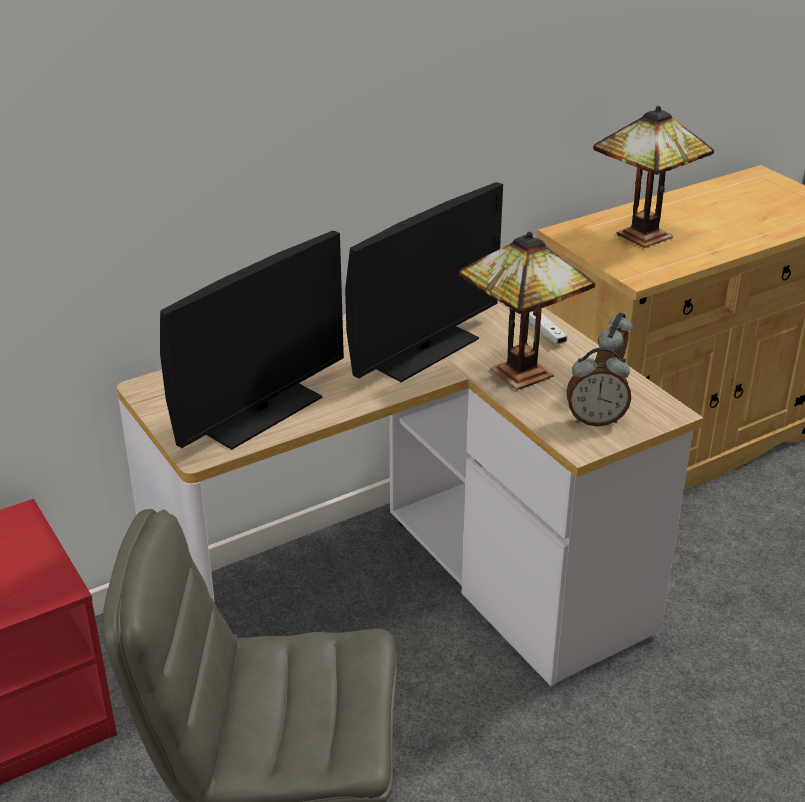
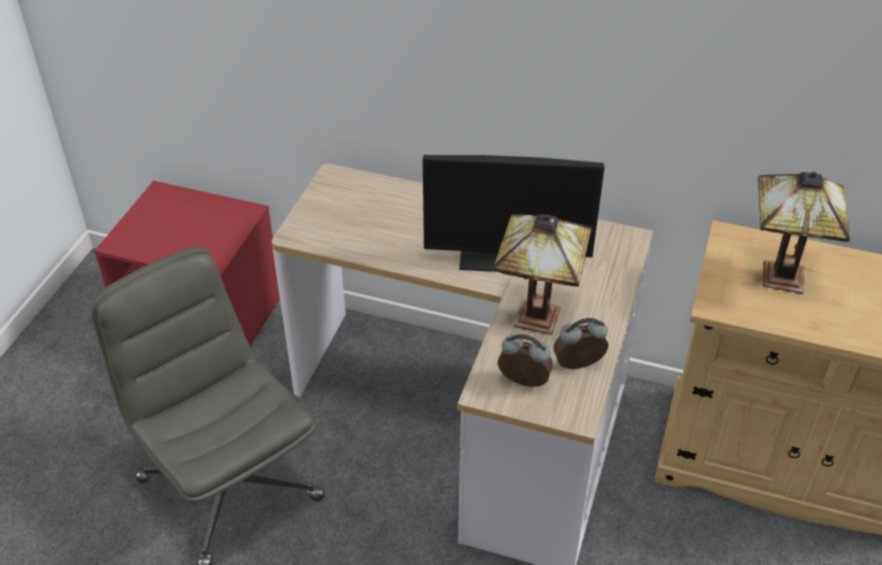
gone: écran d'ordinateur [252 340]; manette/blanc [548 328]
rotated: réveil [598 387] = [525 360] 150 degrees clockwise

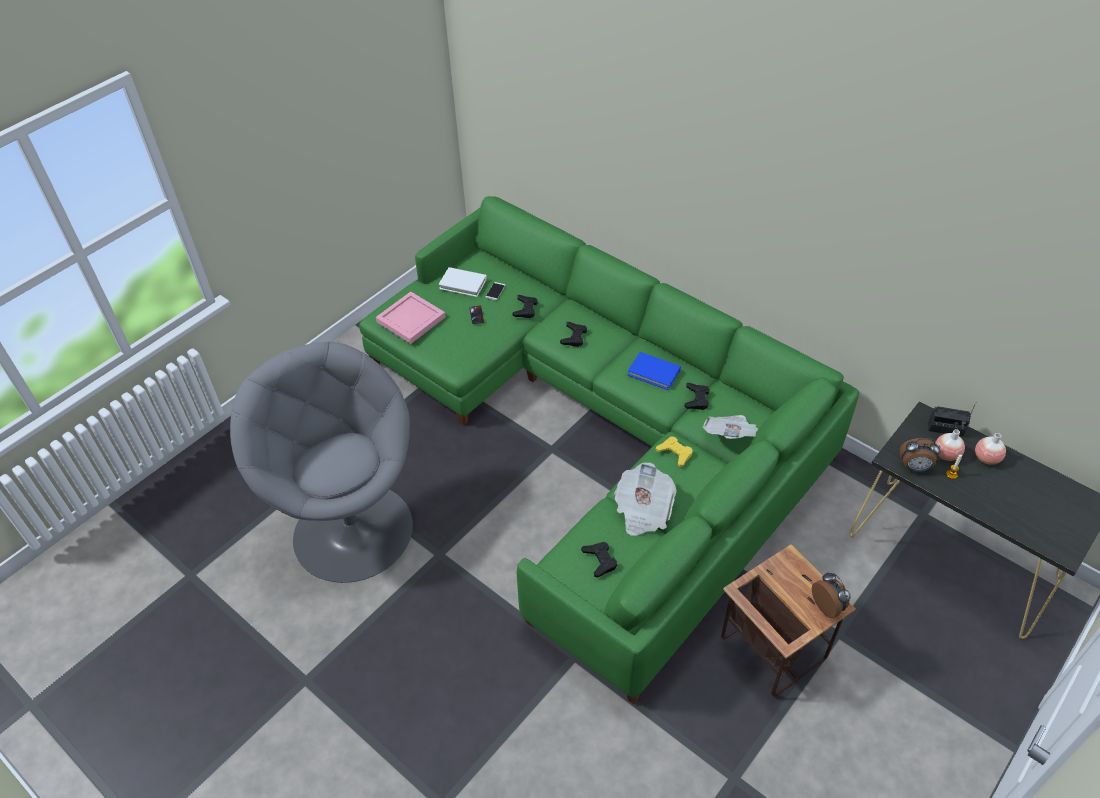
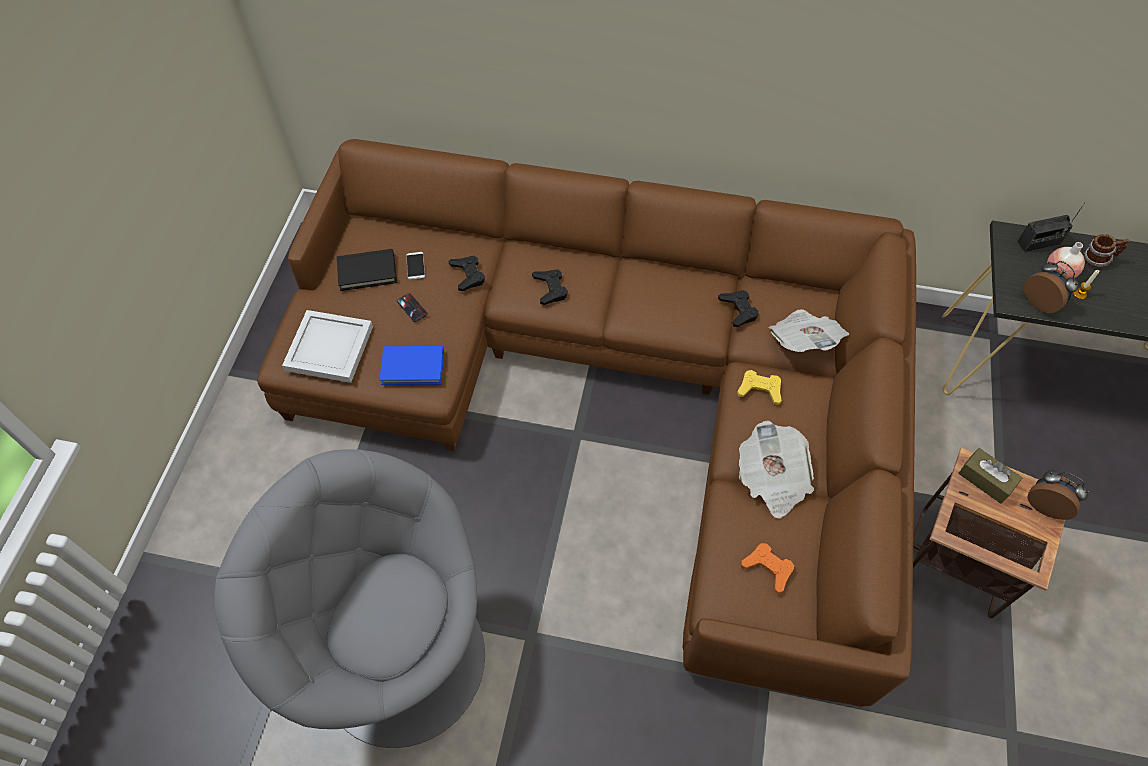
new: boîte à mouchoirs/marron [990 476]
shifted: livre/bleu [654 371] to [411 365]
swapped: vase [990 449] to mug [1106 251]
repainted: canapé/vert [609 450] to canapé/marron [586 423]; plateau/rose [411 318] to plateau/blanc [327 346]; livre/blanc [463 282] to livre/noir [367 270]; manette/noir [599 559] to manette/orange [767 568]
rotated: réveil [920 455] = [1051 287] 105 degrees counterclockwise

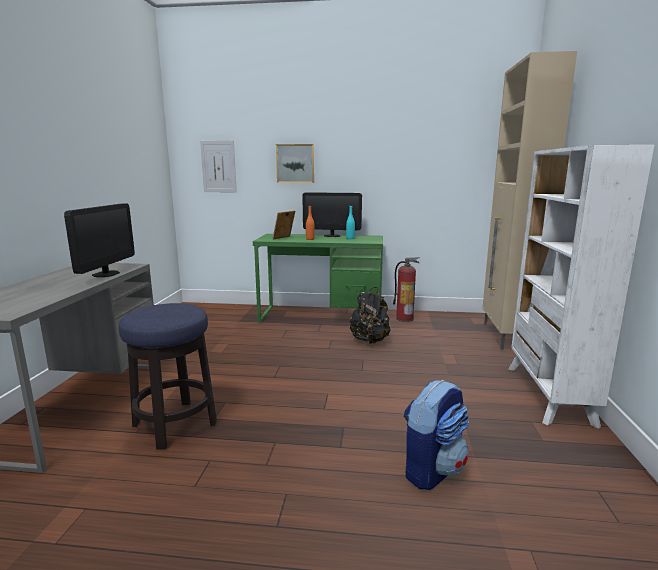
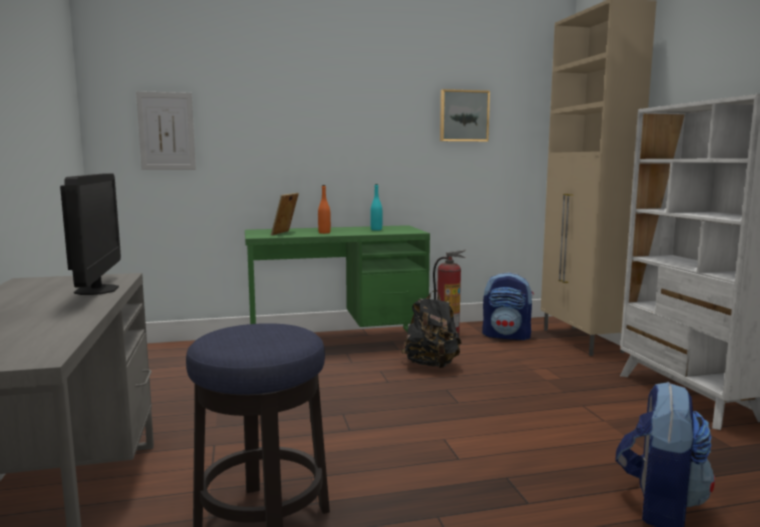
gone: écran d'ordinateur [332 214]
new: sac à dos [508 306]
shifted: tableau [295 163] to [465 115]

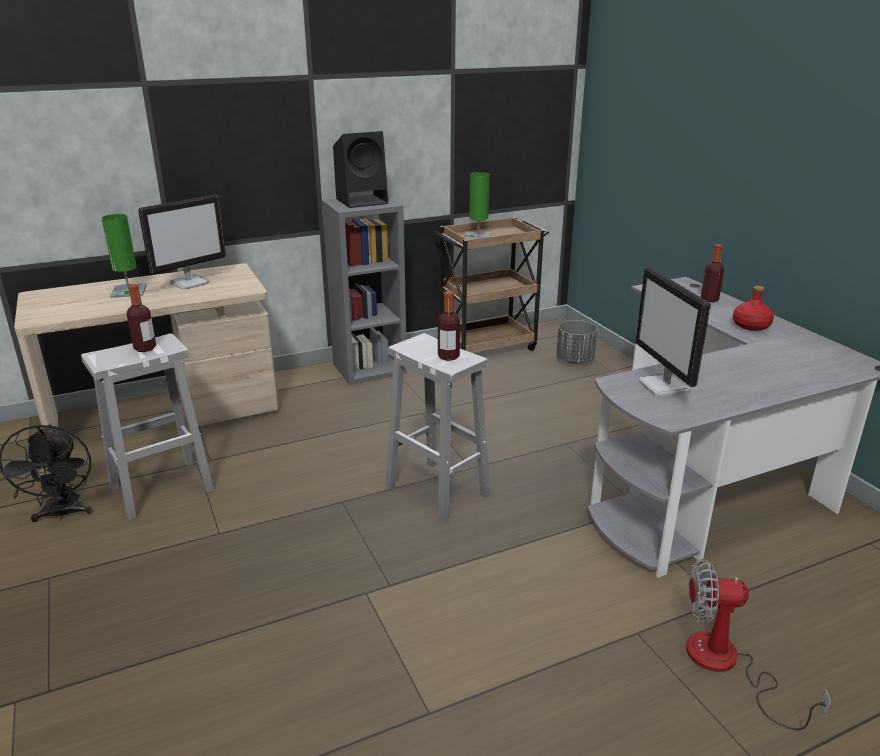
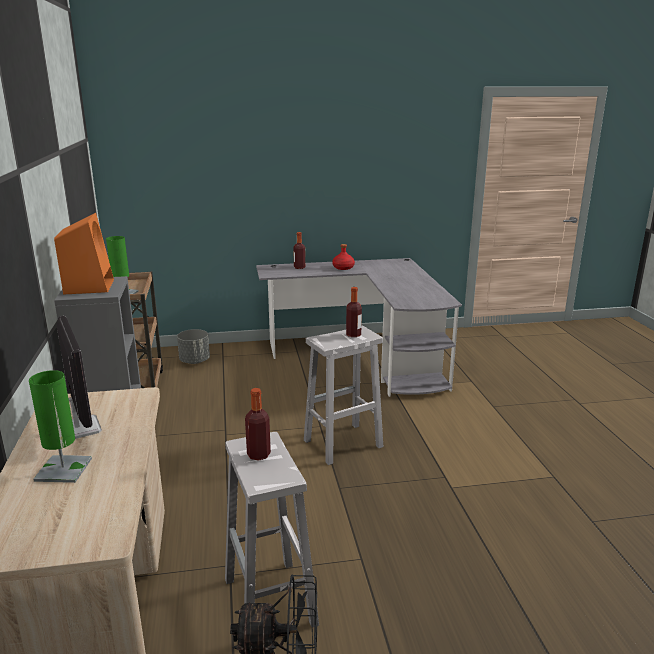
gone: écran d'ordinateur [673 332]; ventilateur [758 644]
repainted: enceinte/noir [360 169] to enceinte/orange [84 254]

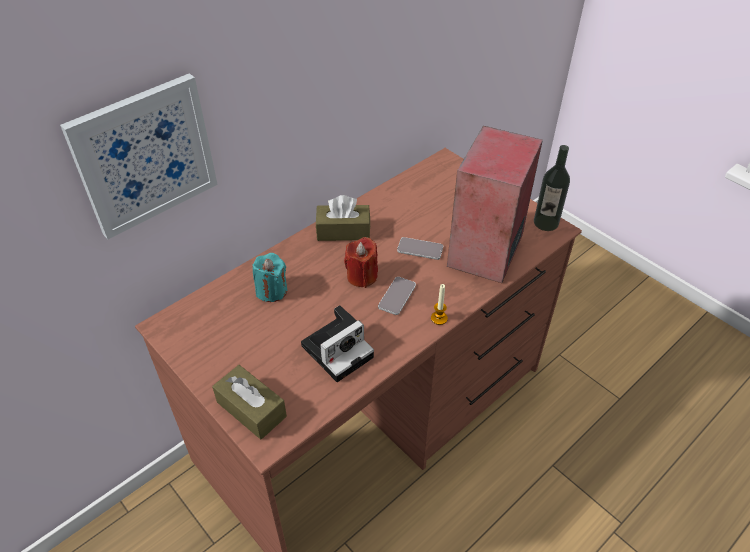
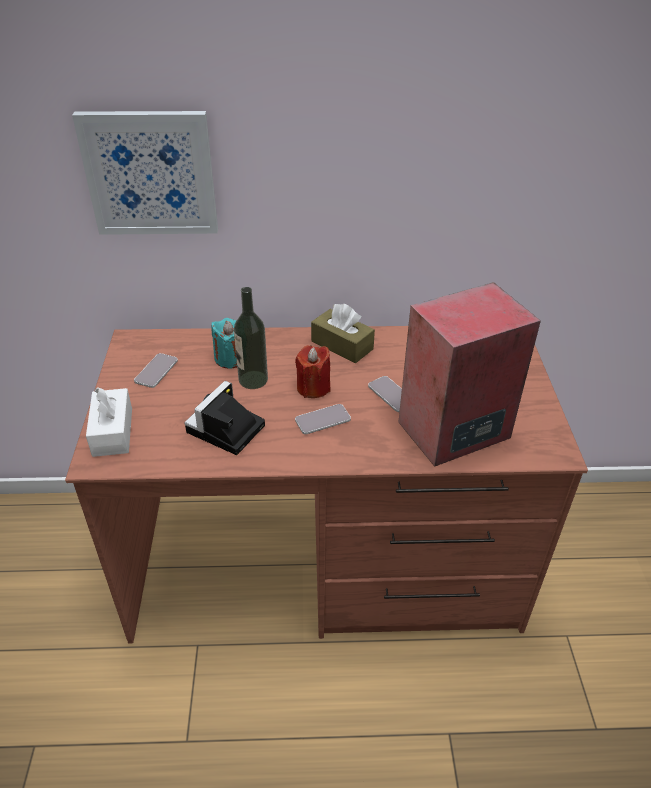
gone: bougie [439 304]
new: téléphone [156 370]
shifted: bouteille [552 188] to [251 338]
repainted: boîte à mouchoirs/marron [249 402] to boîte à mouchoirs/blanc [109 422]
rotated: appareil photo [337 343] = [225 418] 120 degrees clockwise

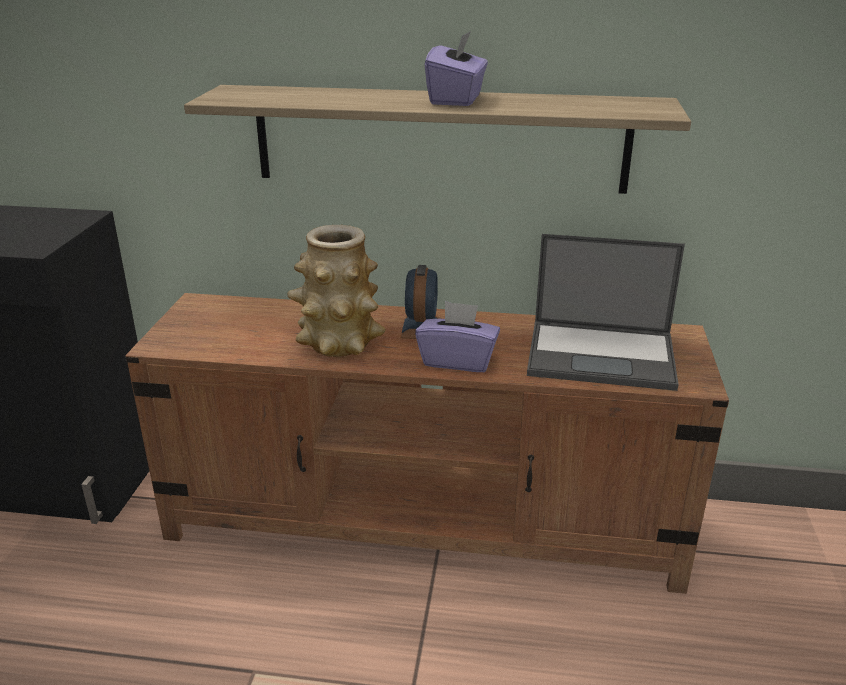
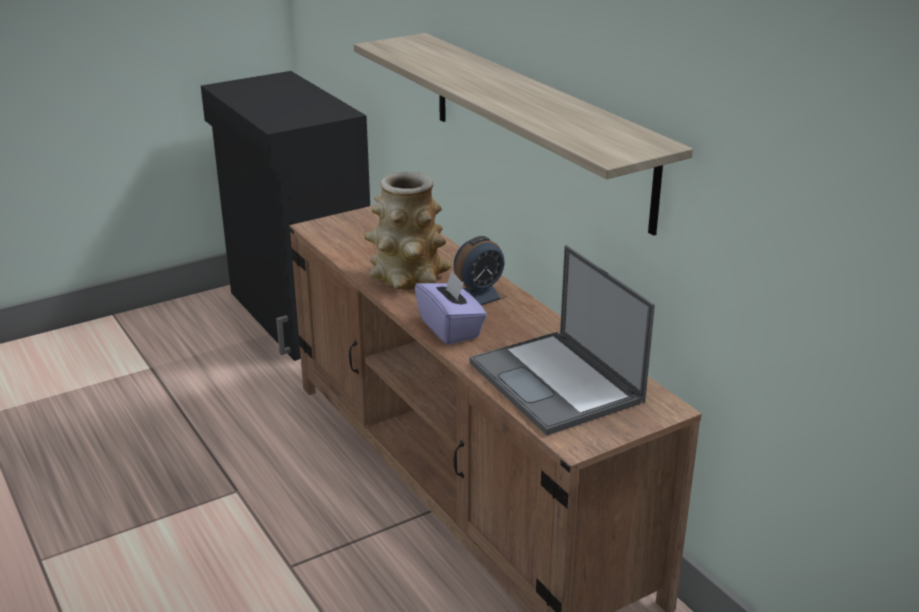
gone: boîte à mouchoirs/violet [456 68]

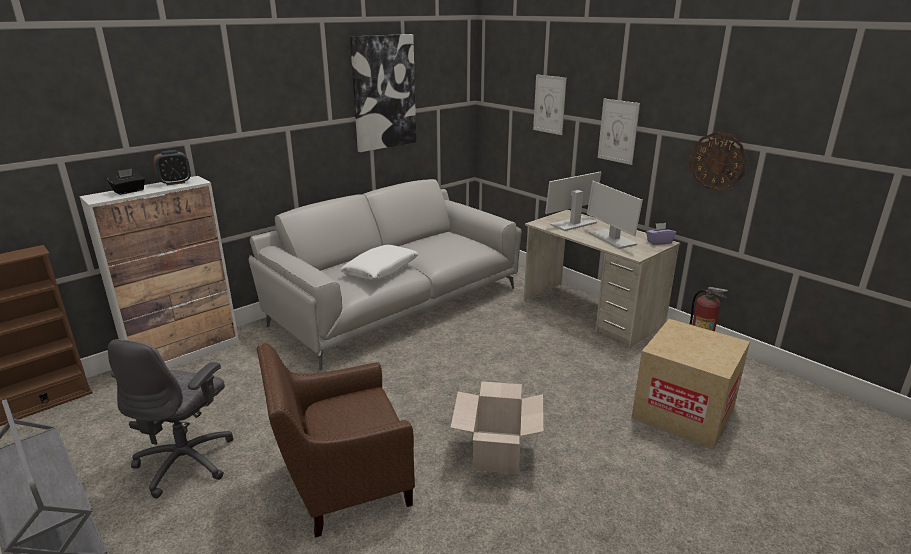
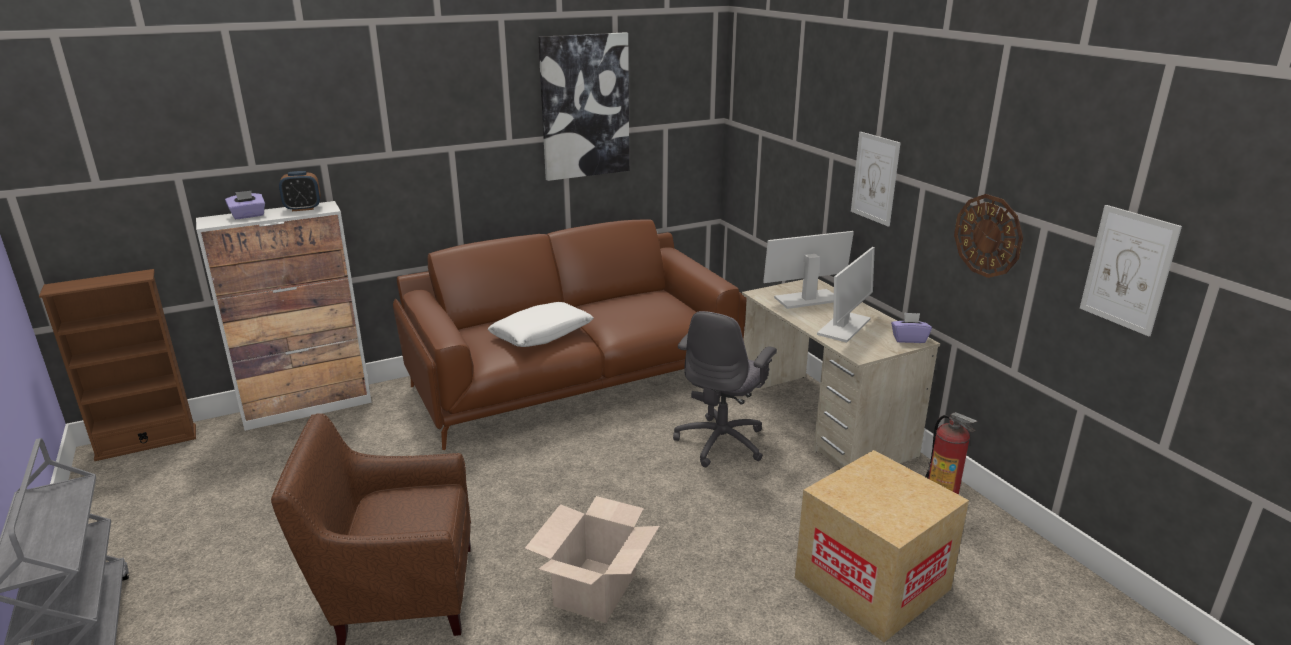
shifted: chaise de bureau/gris [171 419] to [725 389]; tableau [550 105] to [1131 270]
repainted: boîte à mouchoirs/noir [126 182] to boîte à mouchoirs/violet [245 205]; canapé/gris [385 274] to canapé/marron [570 334]
rotated: écran d'ordinateur [615 215] = [846 295] 135 degrees counterclockwise

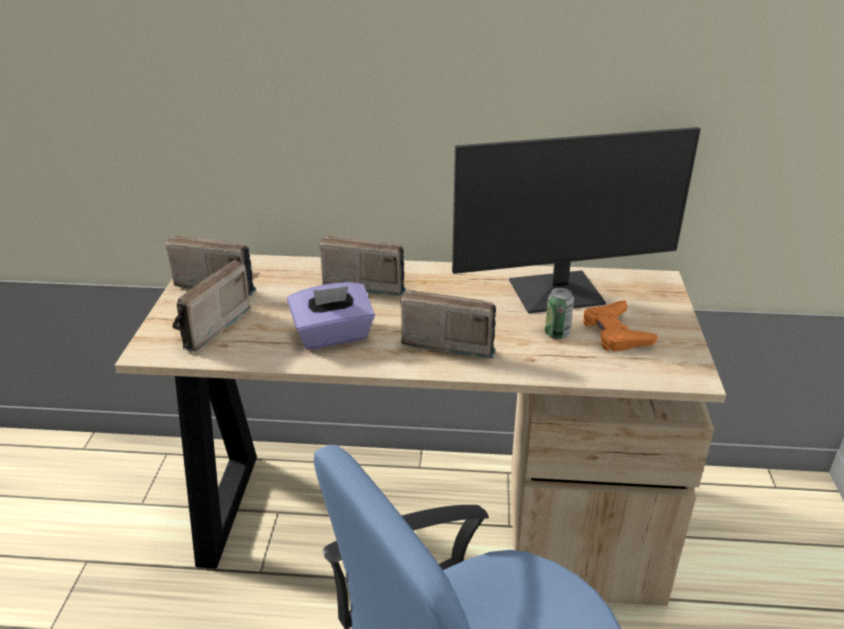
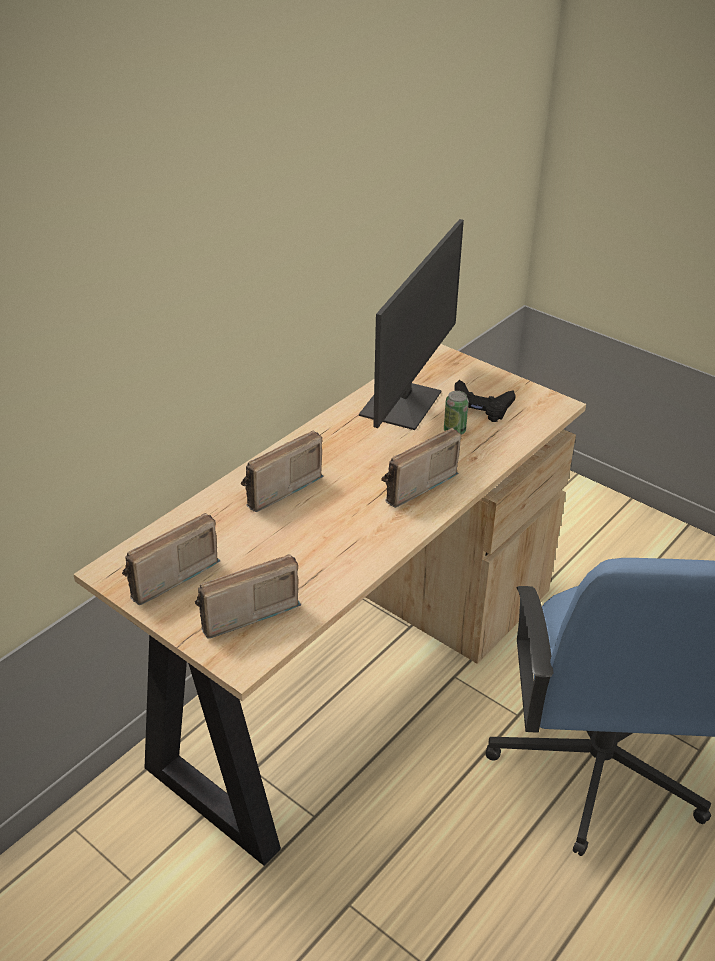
gone: boîte à mouchoirs/violet [331 316]
repainted: manette/orange [620 326] to manette/noir [485 401]
rotated: radio [211 306] = [248 597] 90 degrees clockwise

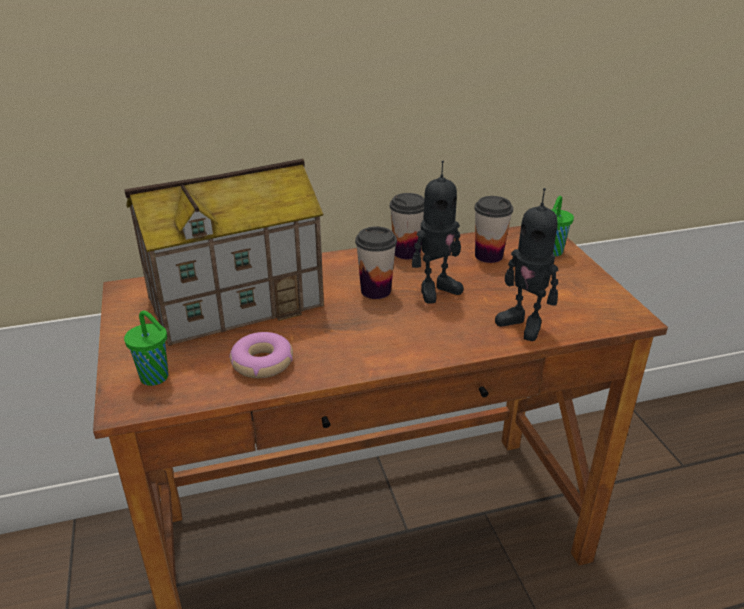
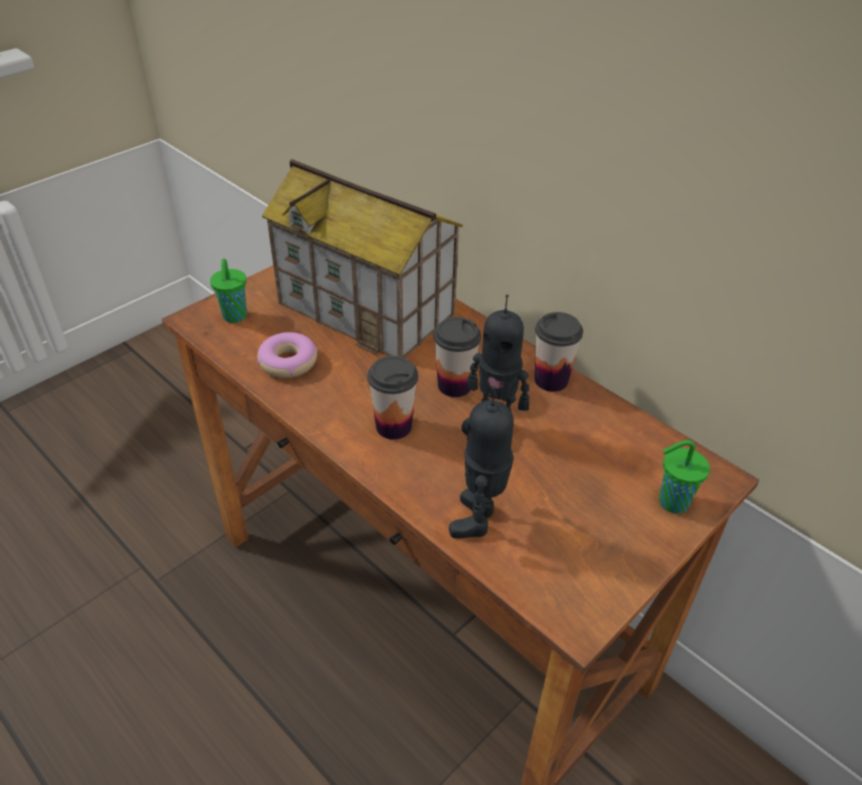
shifted: tasse [493 229] to [392 398]

